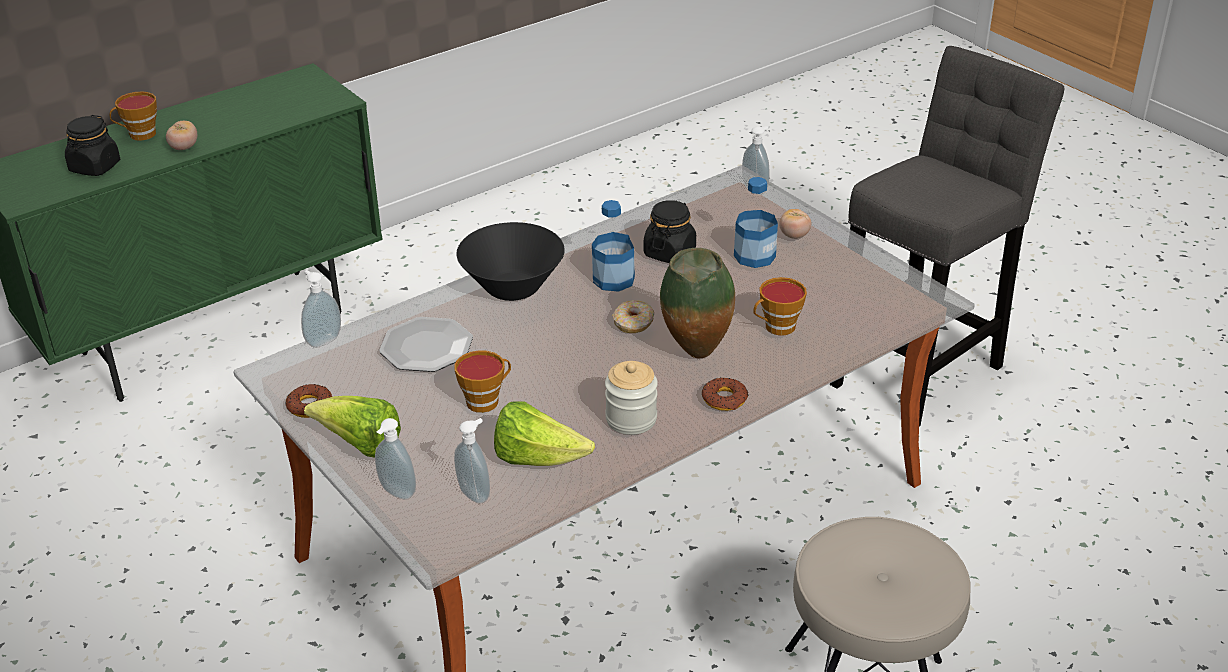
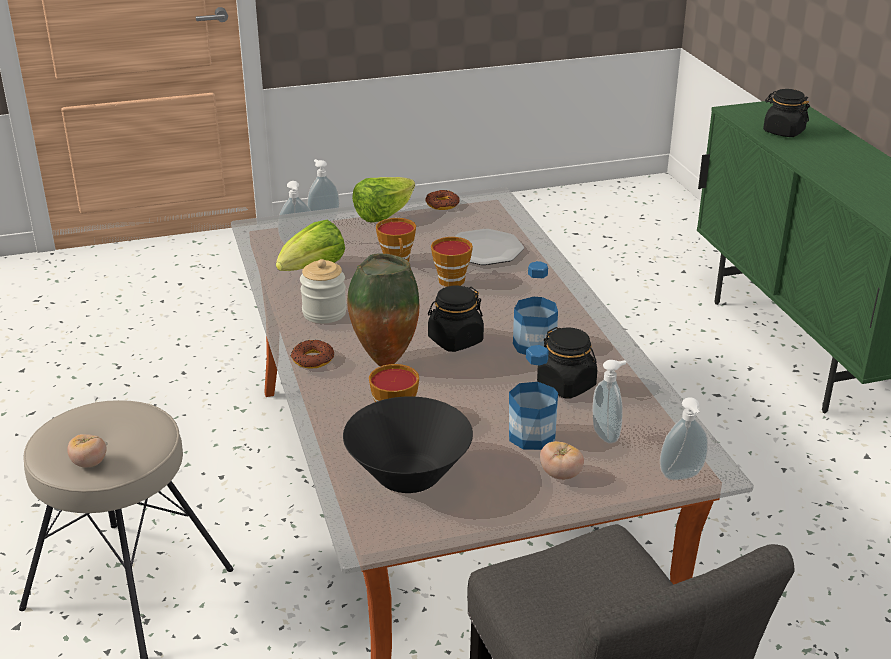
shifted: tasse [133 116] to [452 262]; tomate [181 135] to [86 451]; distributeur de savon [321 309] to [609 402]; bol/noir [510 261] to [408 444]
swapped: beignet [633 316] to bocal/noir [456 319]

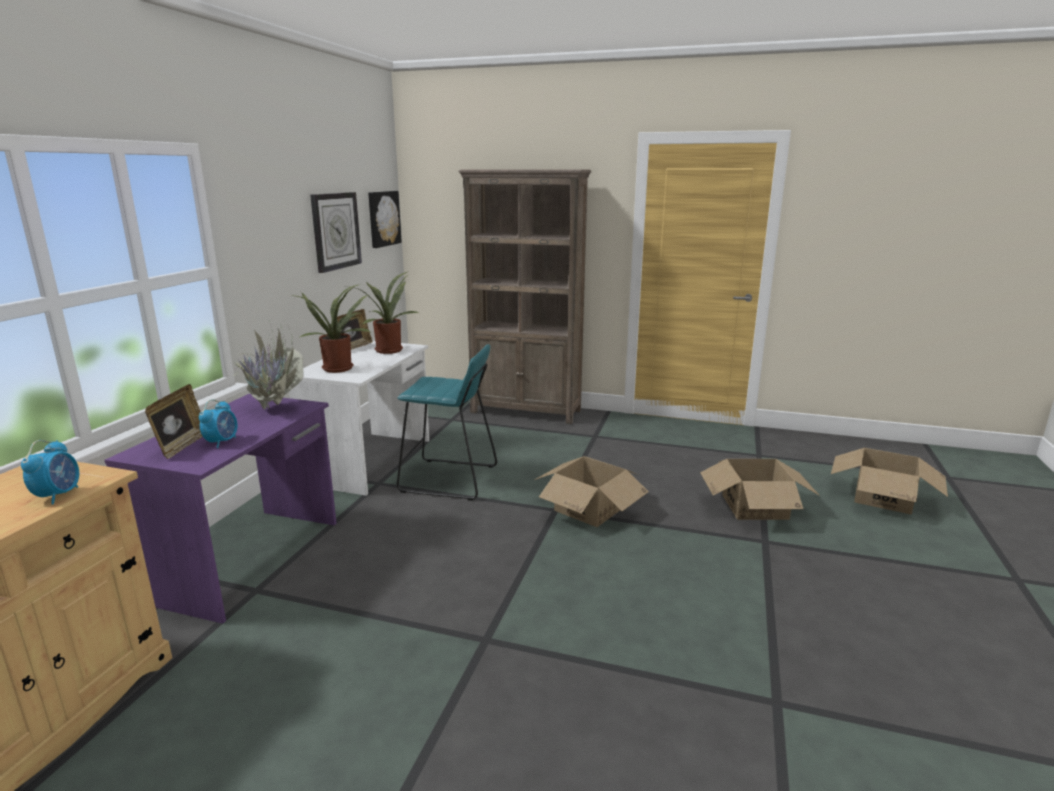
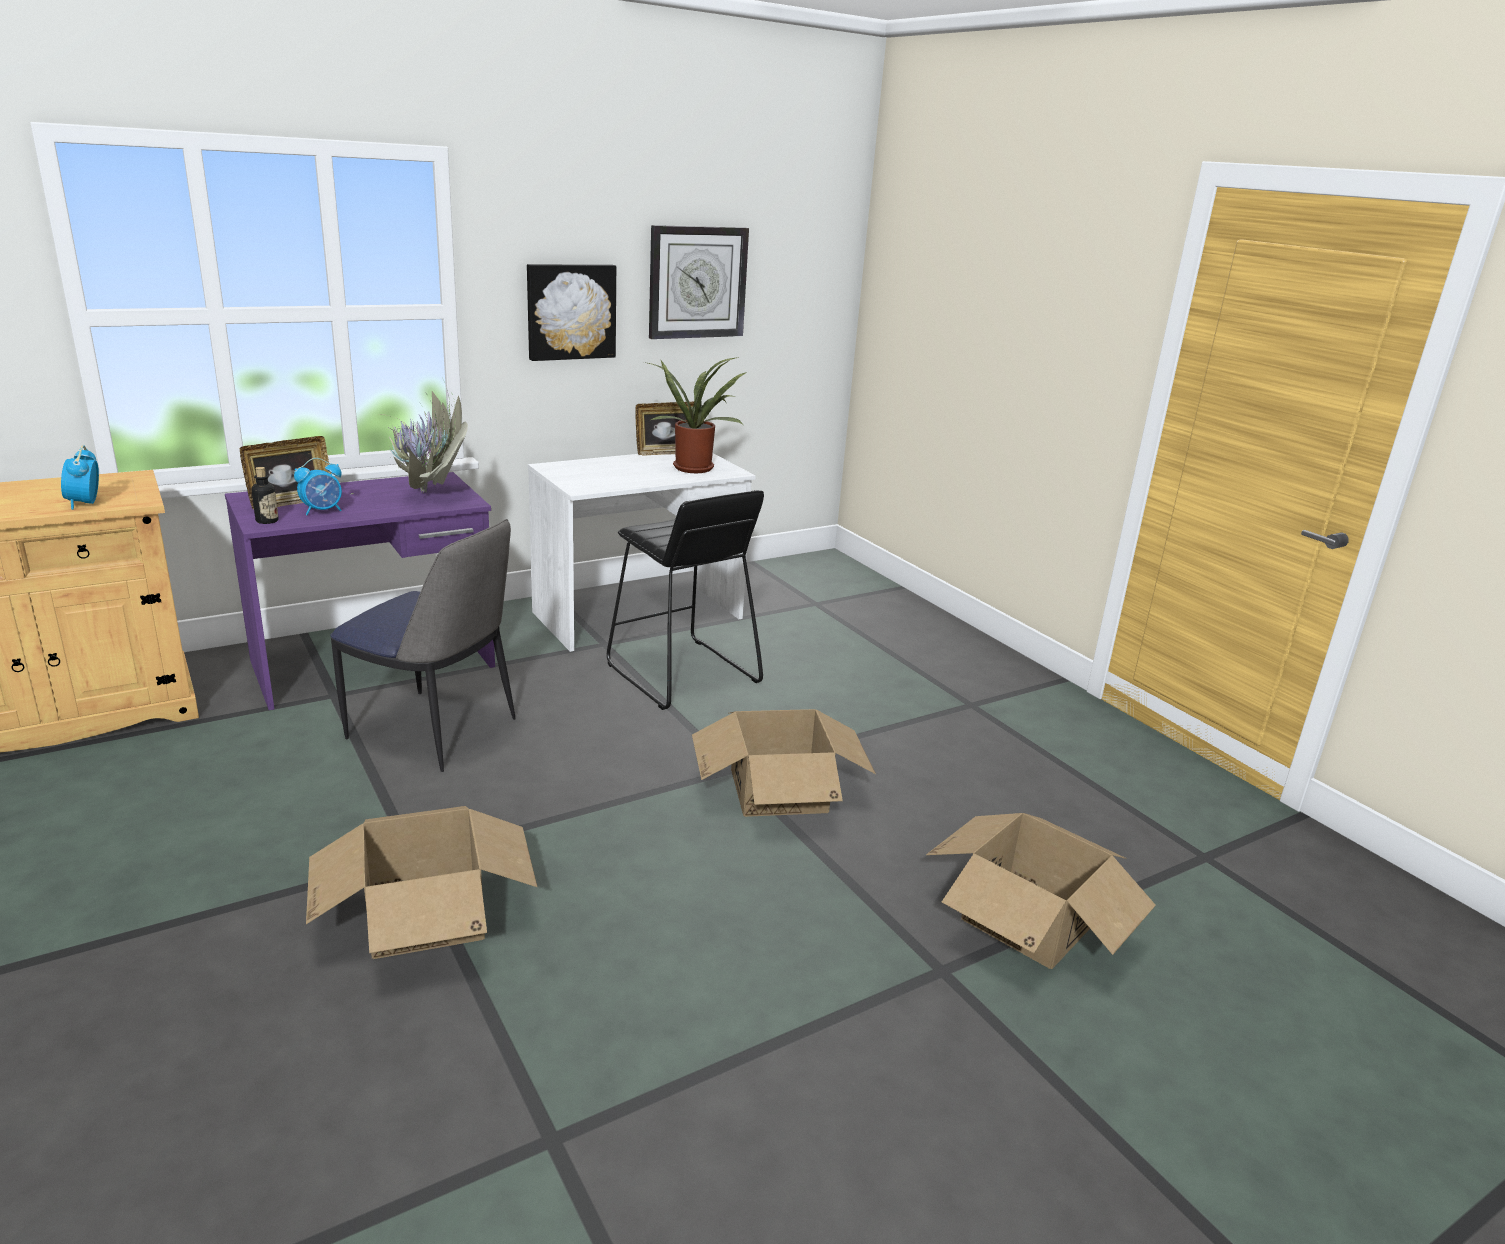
gone: plante en pot [330 328]; bibliothèque/marron [524 296]
new: bouteille [265 495]; chaise [423 645]
shifted: tableau [385 219] to [571 312]; carton [889 481] to [421 882]
repainted: tabouret/turquoise [447 422] to tabouret/noir [685 600]
rotated: réveil [50 472] = [80 477] 120 degrees clockwise

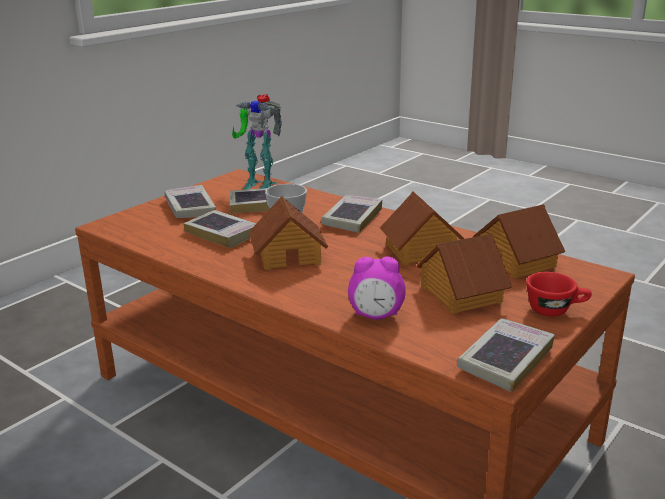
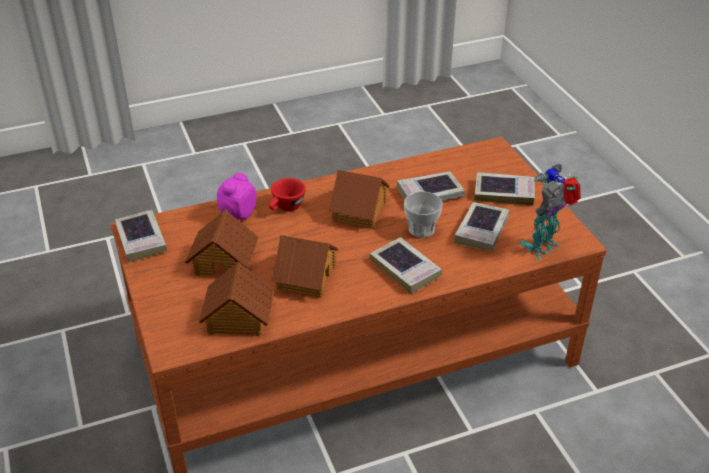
shifted: tasse/rouge [559 294] to [287 194]

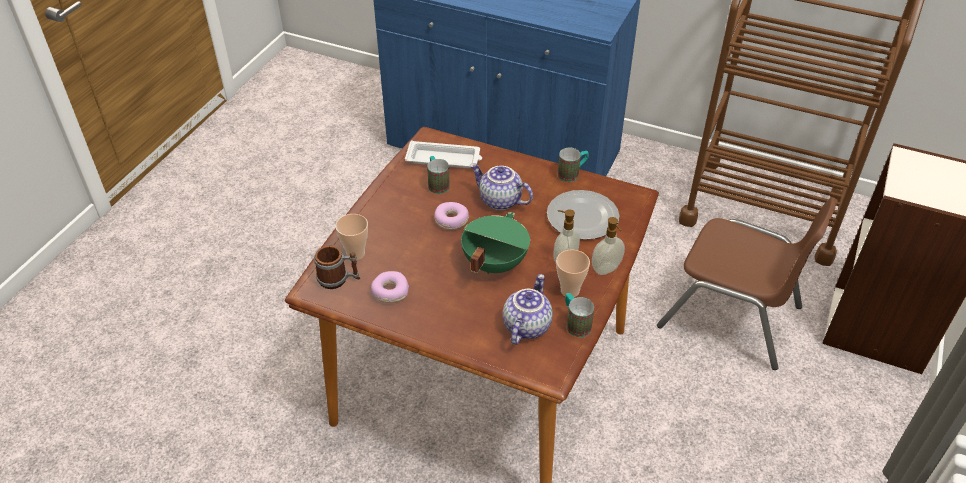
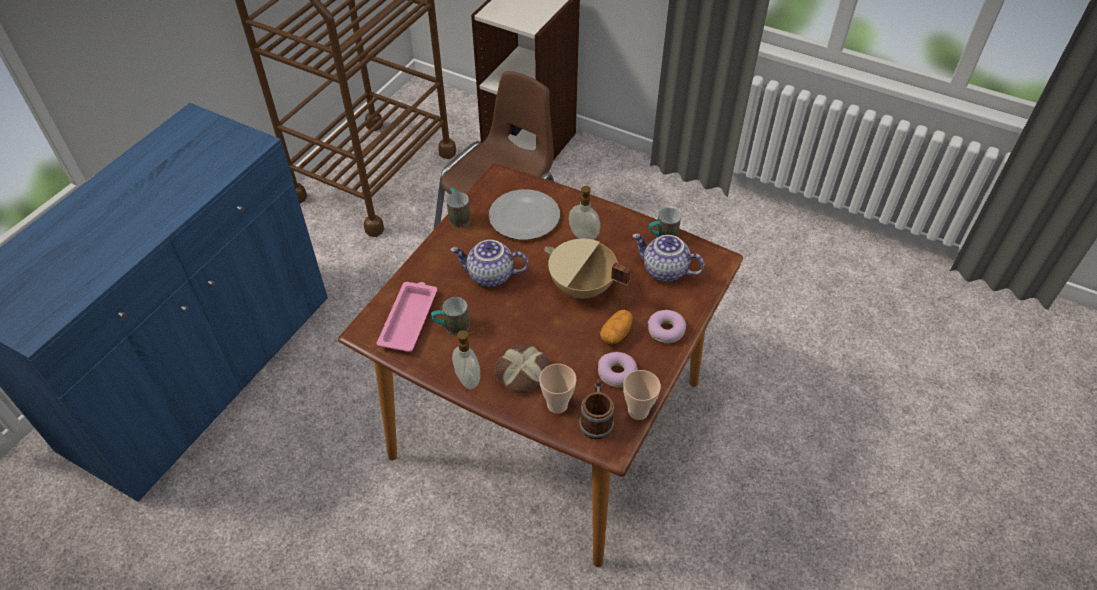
new: pain [523 369]; pomme de terre [616 326]
shifted: beignet [451 216] to [667 326]; tasse [573 273] to [642 395]; distributeur de savon [608 246] to [466 359]
repainted: plateau/blanc [443 154] to plateau/rose [407 317]; marmite/vert [495 243] to marmite/beige [587 268]
rotated: théière [501 186] = [489 263] 60 degrees clockwise

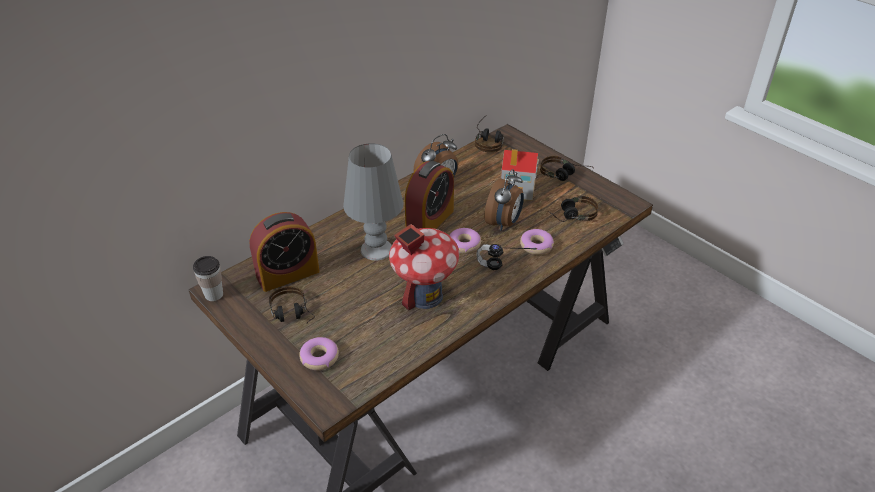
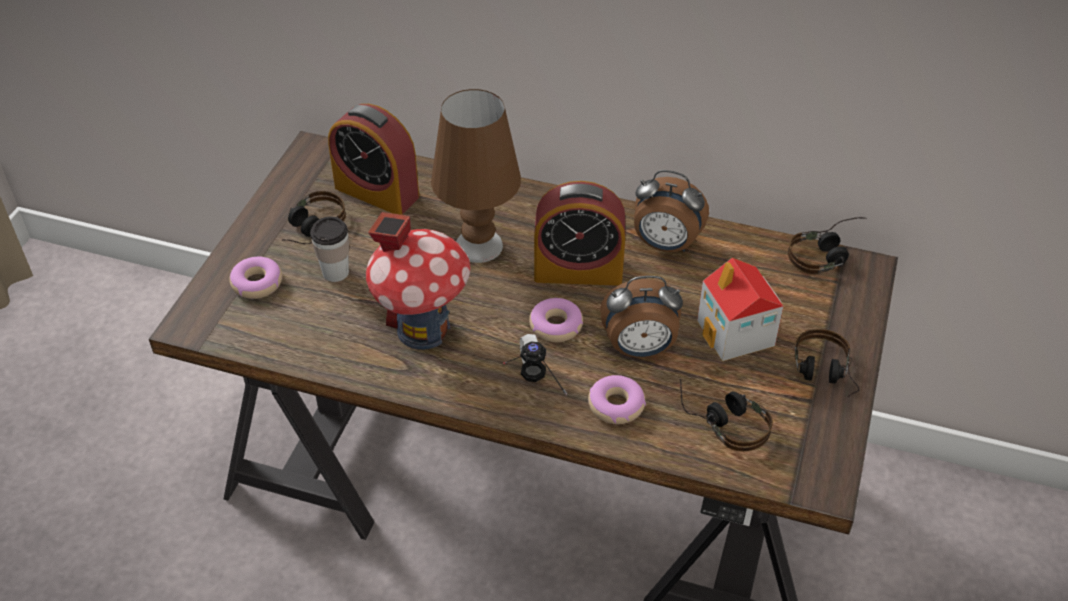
shifted: tasse [208 278] to [329 249]
repainted: lampe de table/gris [373 202] to lampe de table/marron [476 176]

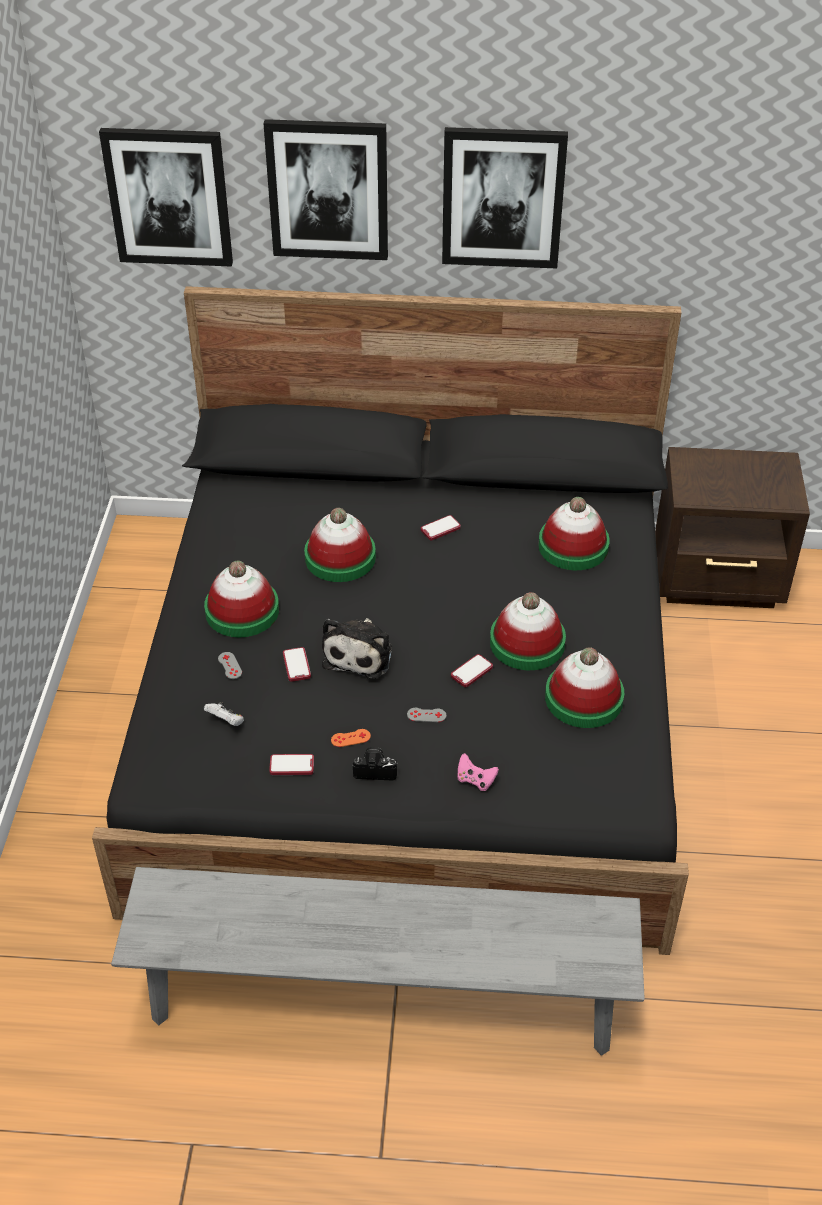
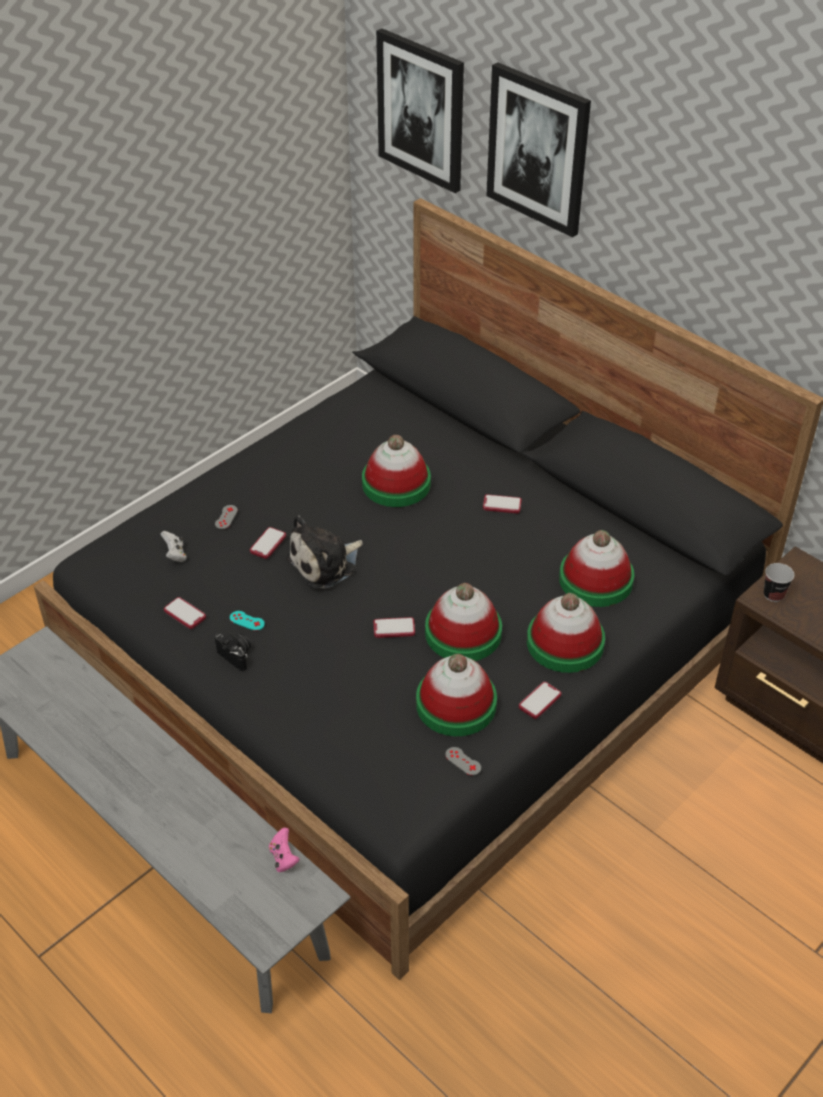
gone: tableau [505 198]
new: téléphone [540 700]; tasse [779 582]
shifted: chapeau [241 599] to [566 633]; manette/gris [426 715] to [463 761]; manette/rose [478 772] to [284 850]
repainted: manette/orange [351 738] to manette/turquoise [247 621]

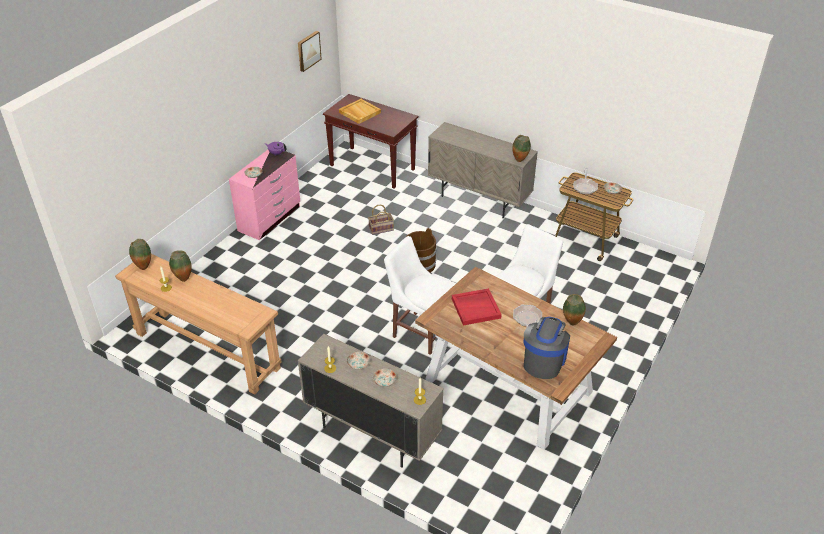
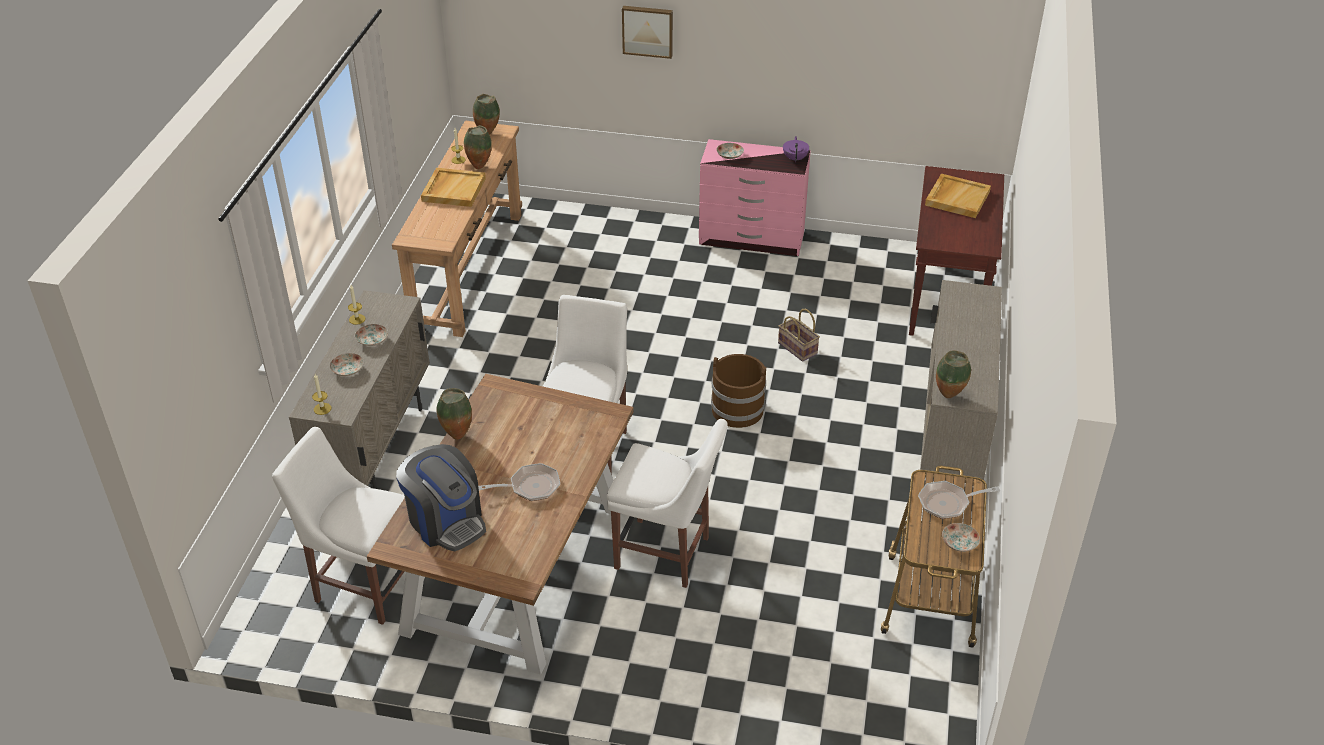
gone: plateau/rouge [477 306]
new: chaise/blanc [338 526]; plateau/beige [453 187]
shifted: tableau [310 51] to [647 32]; vase [574 310] to [454 414]
rotated: machine à café [547 348] = [441 497] 45 degrees clockwise

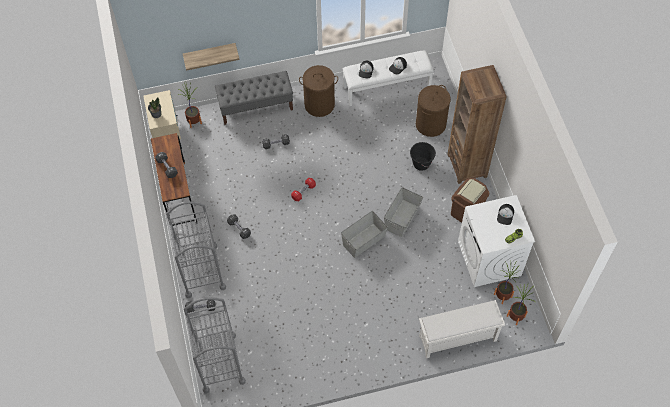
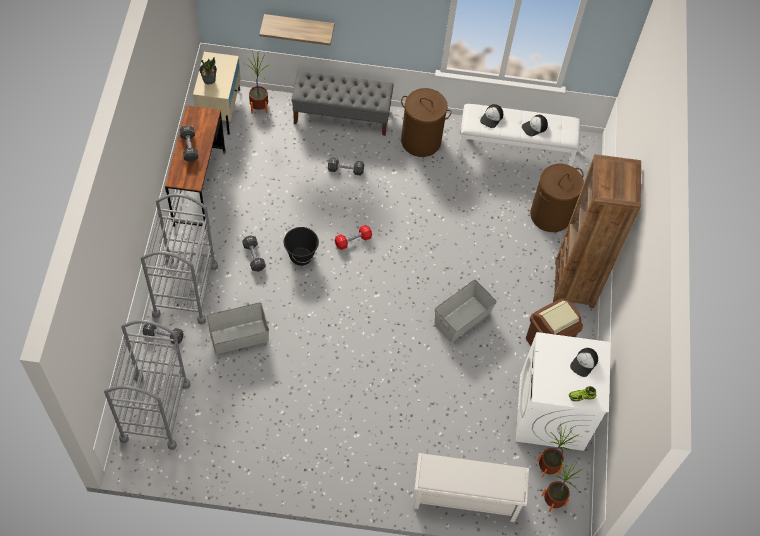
shifted: boîte de rangement/gris [364 234] to [238 328]; seau/noir [423 156] to [301 246]

